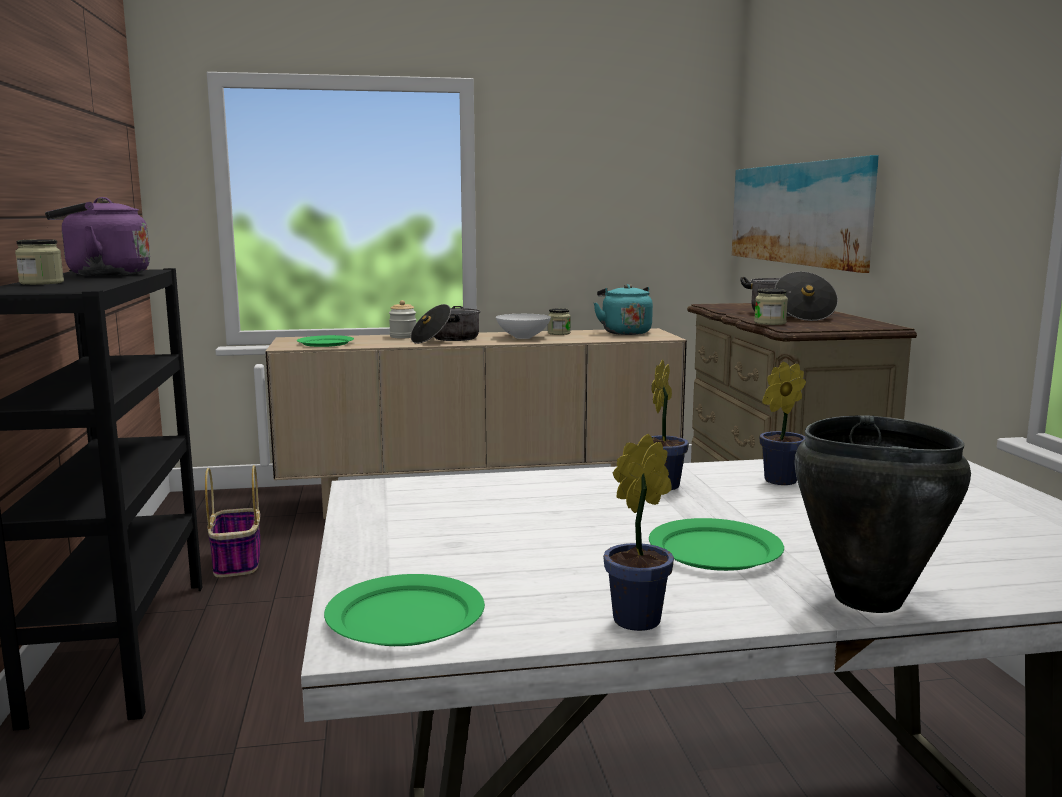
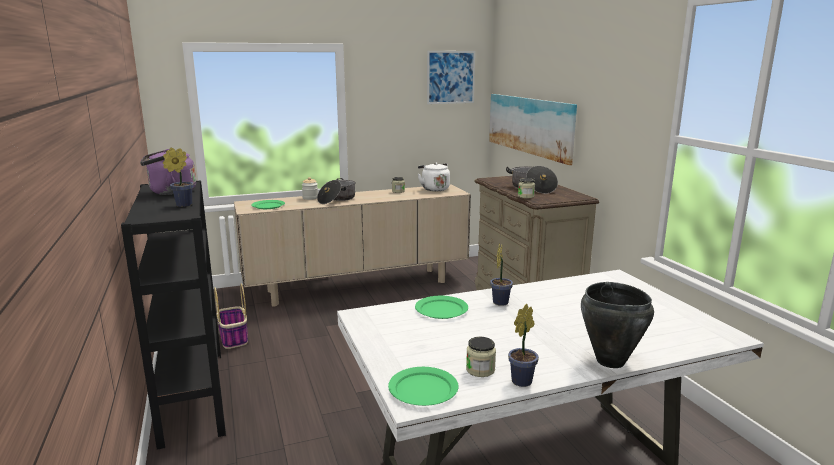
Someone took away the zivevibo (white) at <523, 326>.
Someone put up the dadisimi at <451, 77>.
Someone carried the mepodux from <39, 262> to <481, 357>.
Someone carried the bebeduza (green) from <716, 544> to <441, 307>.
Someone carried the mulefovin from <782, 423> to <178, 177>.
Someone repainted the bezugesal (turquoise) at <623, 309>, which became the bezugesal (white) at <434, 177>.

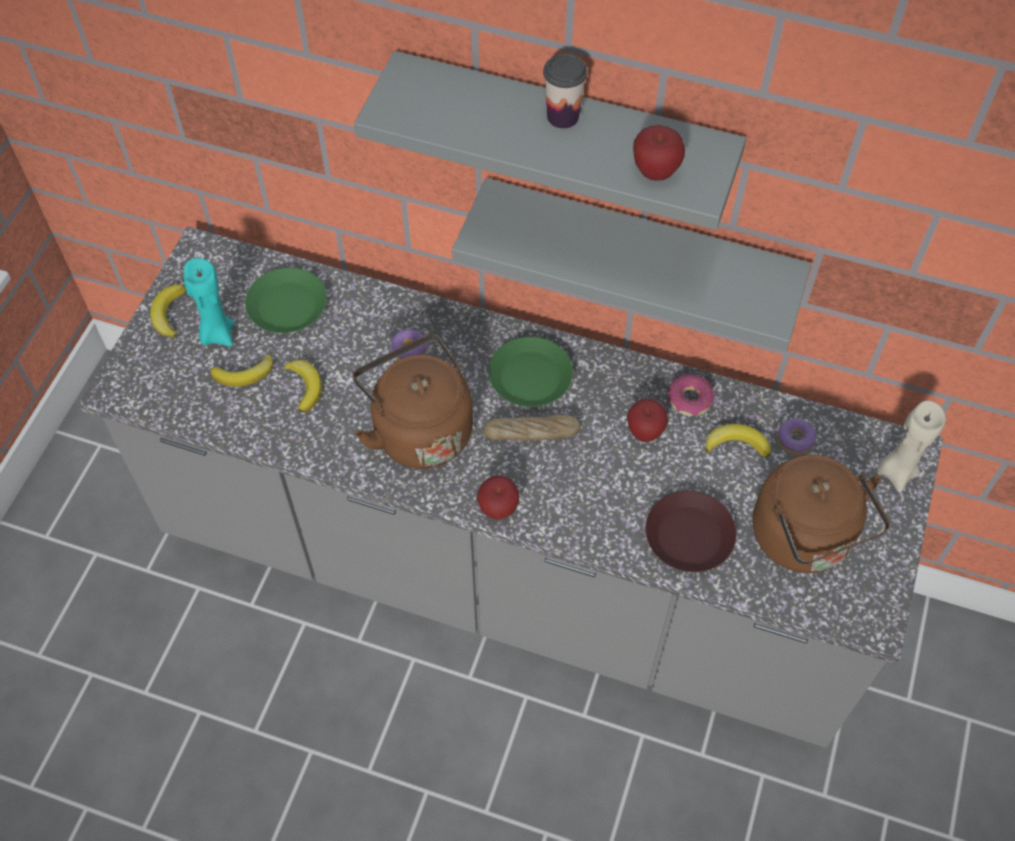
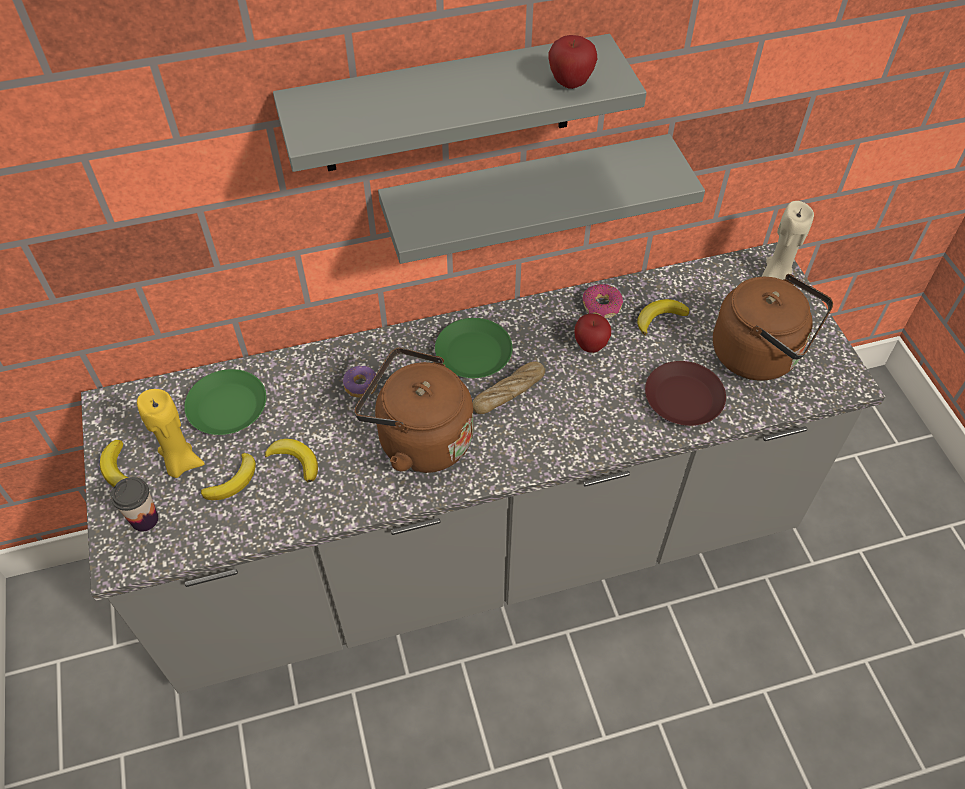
Someone took away the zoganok at <498, 497>.
Someone took away the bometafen at <796, 437>.
Someone carried the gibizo from <565, 90> to <134, 504>.
Someone repainted the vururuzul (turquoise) at <209, 302>, which became the vururuzul (yellow) at <171, 433>.

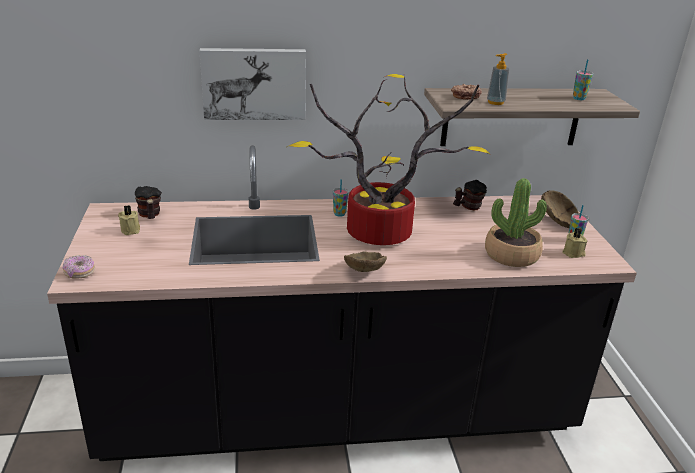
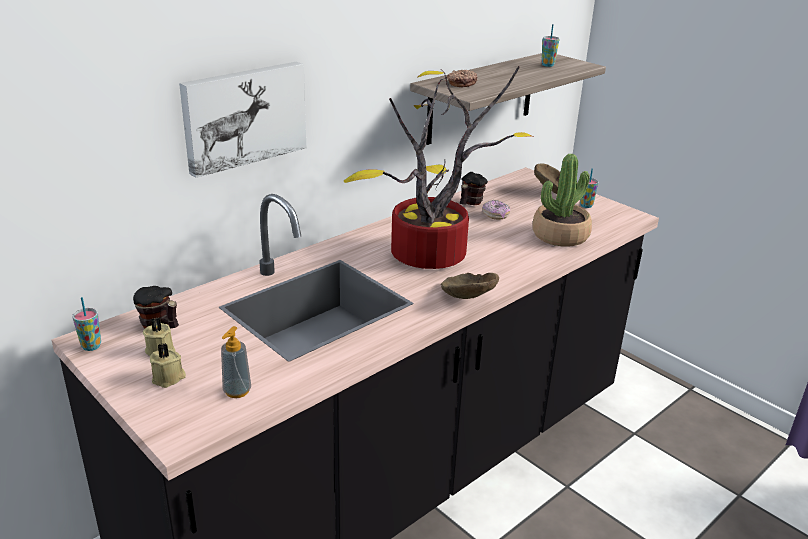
Someone carried the bometafen from <79, 267> to <496, 210>.
Someone carried the gibizo from <341, 198> to <86, 324>.
Someone carried the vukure from <498, 79> to <236, 362>.
Someone carried the vururuzul (beige) from <574, 243> to <168, 365>.

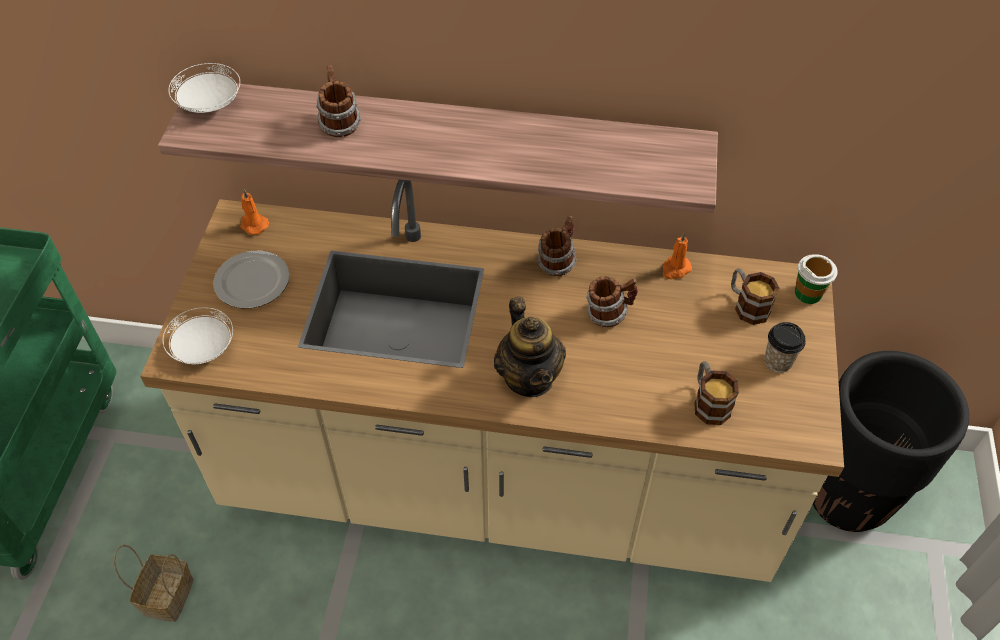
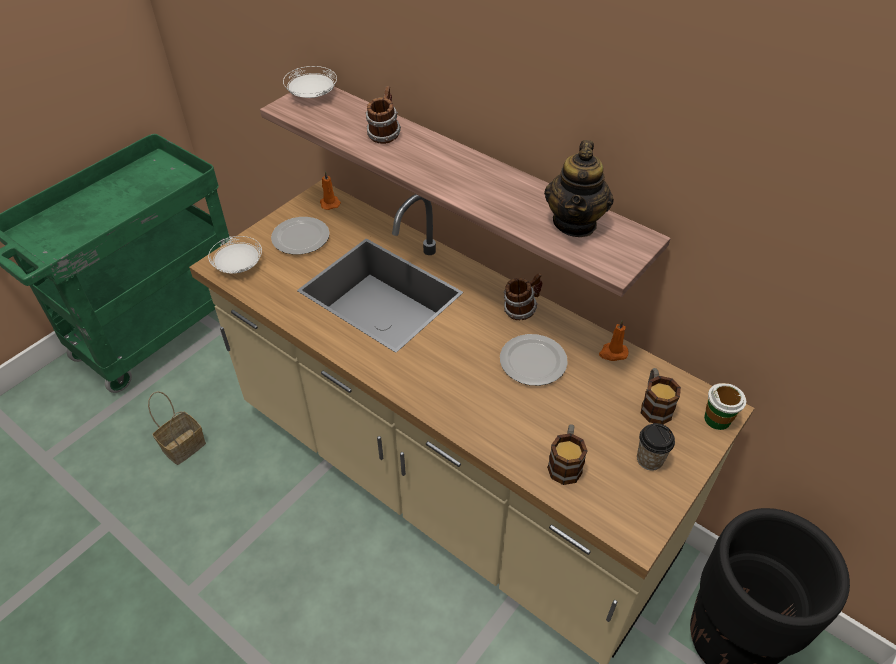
Someone carried the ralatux from <530, 347> to <579, 188>.
Someone swapped the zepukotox at <612, 301> for the bebeduza at <534, 360>.

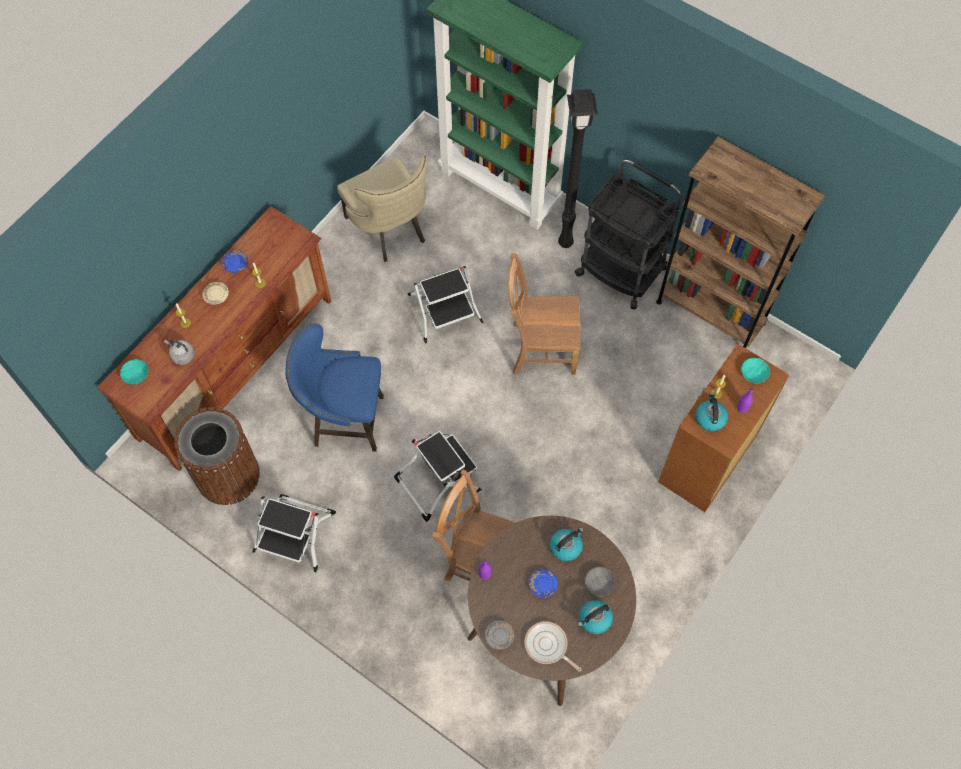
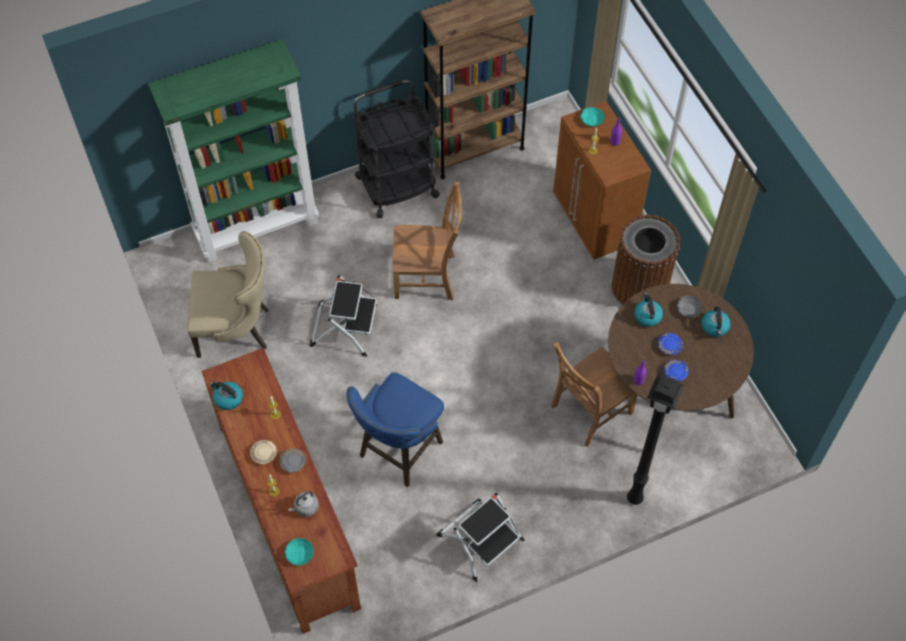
Someone took away the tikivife at <438, 476>.
Someone took away the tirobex at <553, 646>.
Someone carried the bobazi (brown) from <217, 456> to <646, 260>.
Someone carried the bebeduza (blue) from <235, 262> to <676, 371>.
Someone carried the bebeduza (grey) from <499, 635> to <292, 460>.
Someone carried the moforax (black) from <578, 168> to <655, 439>.
Someone carried the bezugesal from <711, 411> to <226, 395>.
Someone rotated the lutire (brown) at <544, 314> by 120 degrees counterclockwise.

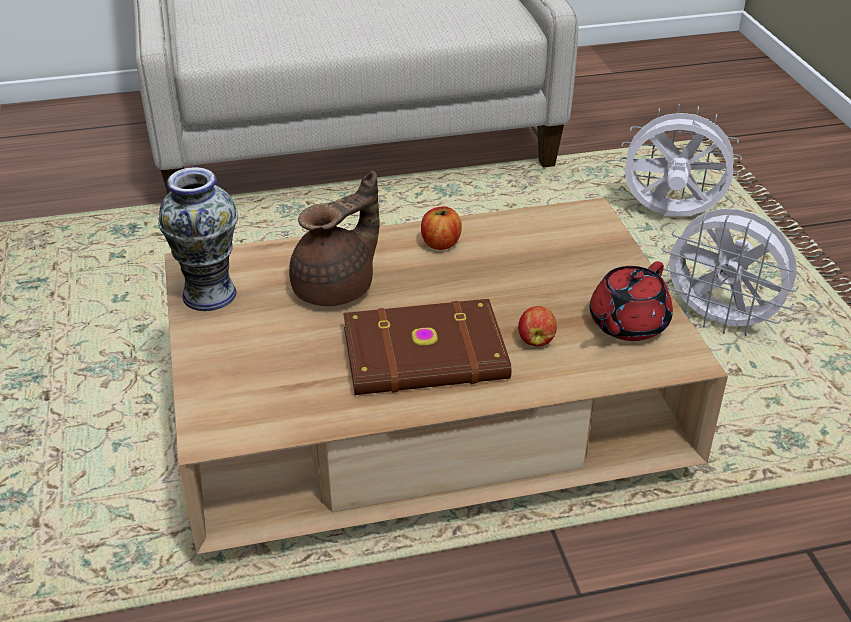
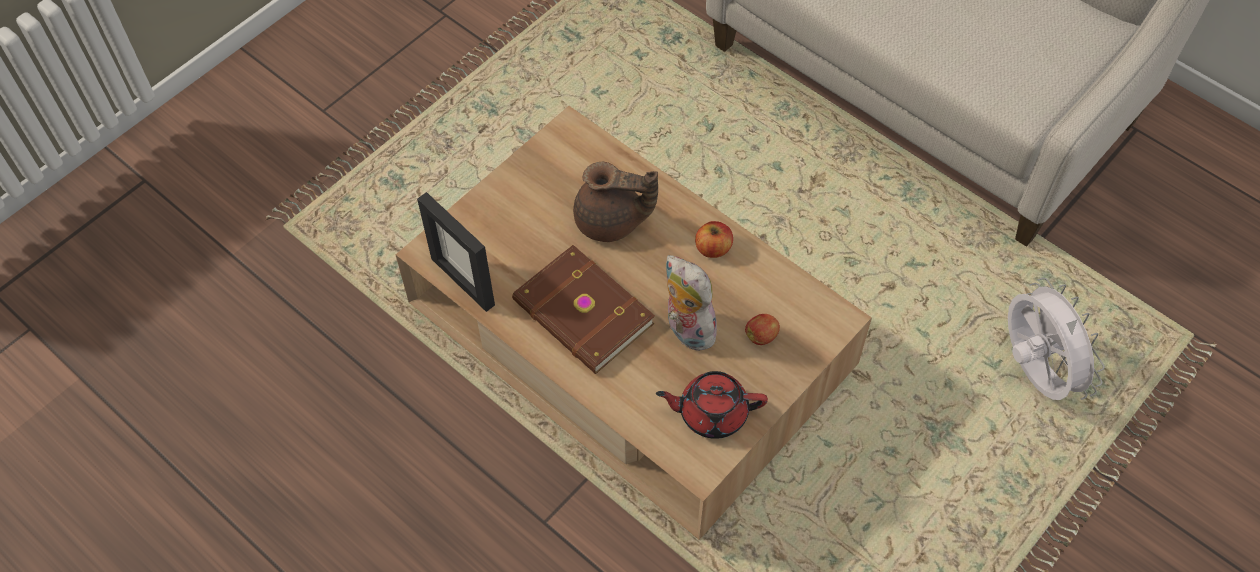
Someone took away the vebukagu at <198, 239>.
Someone took away the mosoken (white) at <730, 272>.
Someone put down the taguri at <456, 252>.
Someone put down the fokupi at <693, 303>.
Someone carried the zoganok from <537, 326> to <762, 329>.

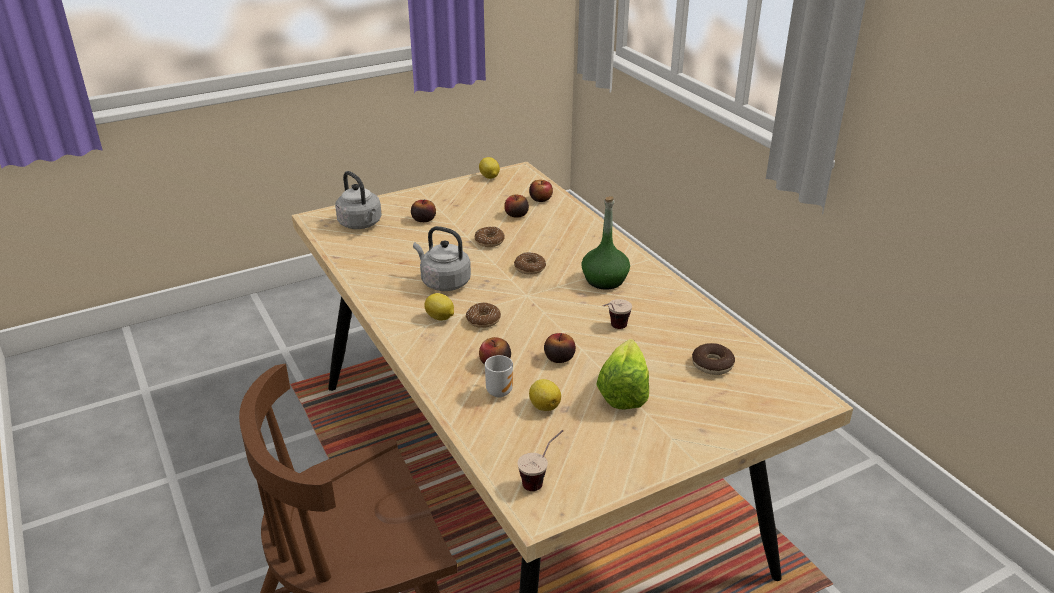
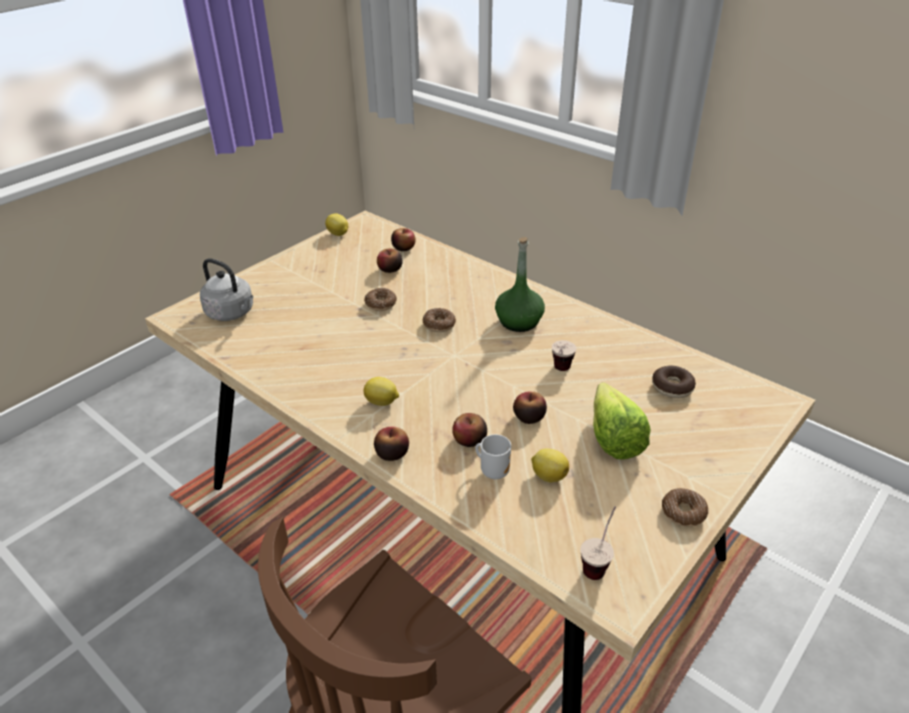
Someone took away the bezugesal (grey) at <442, 258>.
Someone carried the zoganok from <423, 210> to <391, 444>.
Someone carried the bometafen from <483, 315> to <685, 507>.

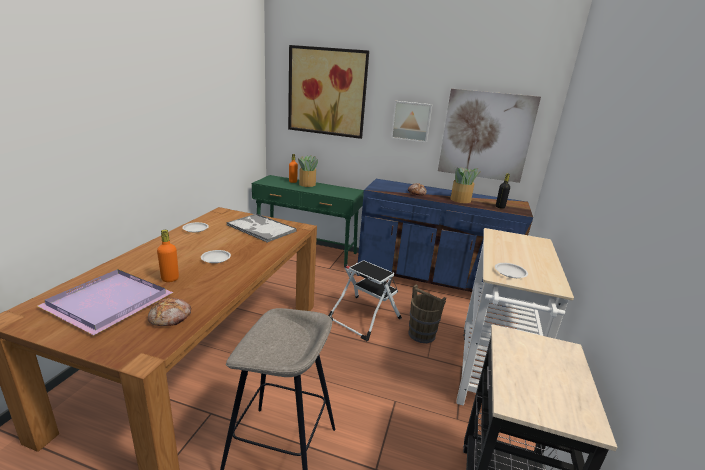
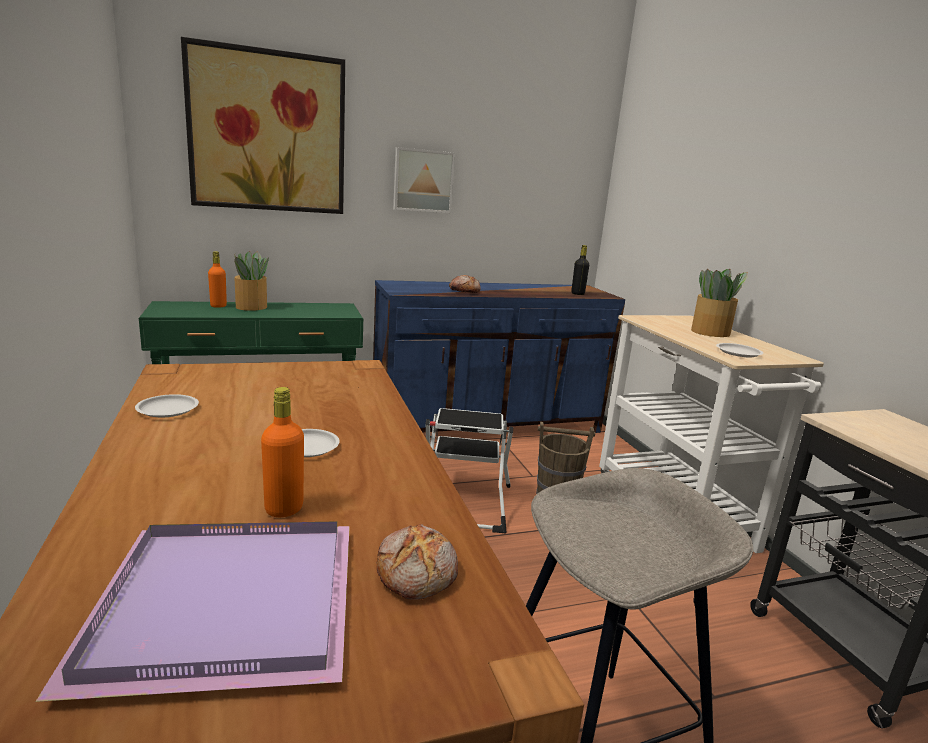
Someone took away the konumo at <261, 228>.
Someone took away the dadisimi at <489, 136>.
Someone carried the mulefovin from <465, 185> to <719, 303>.

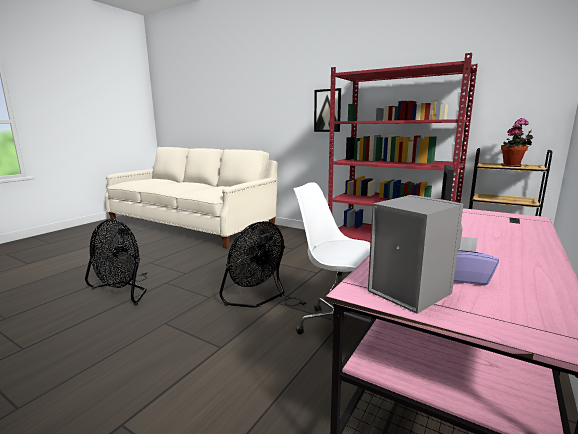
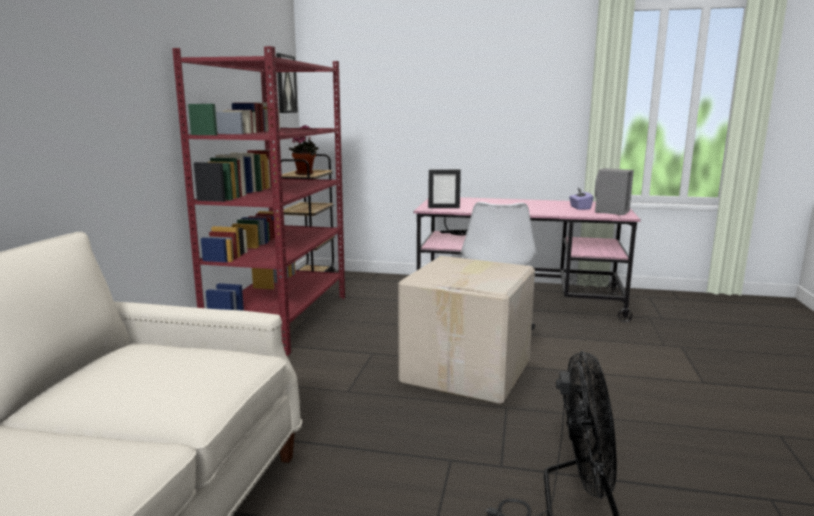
Someone carried the dadisimi from <327, 110> to <287, 83>.
Someone swapped the mosoken (black) at <263, 264> for the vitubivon at <466, 330>.

